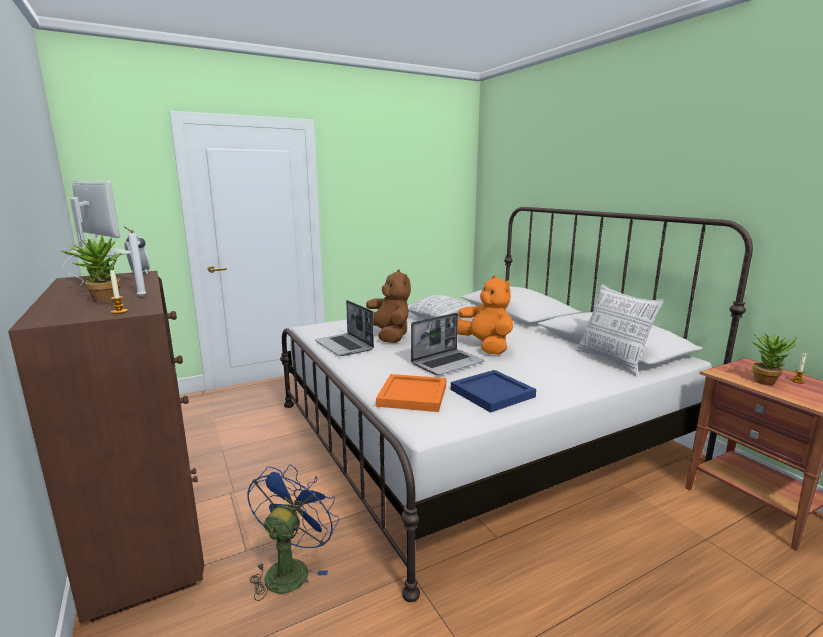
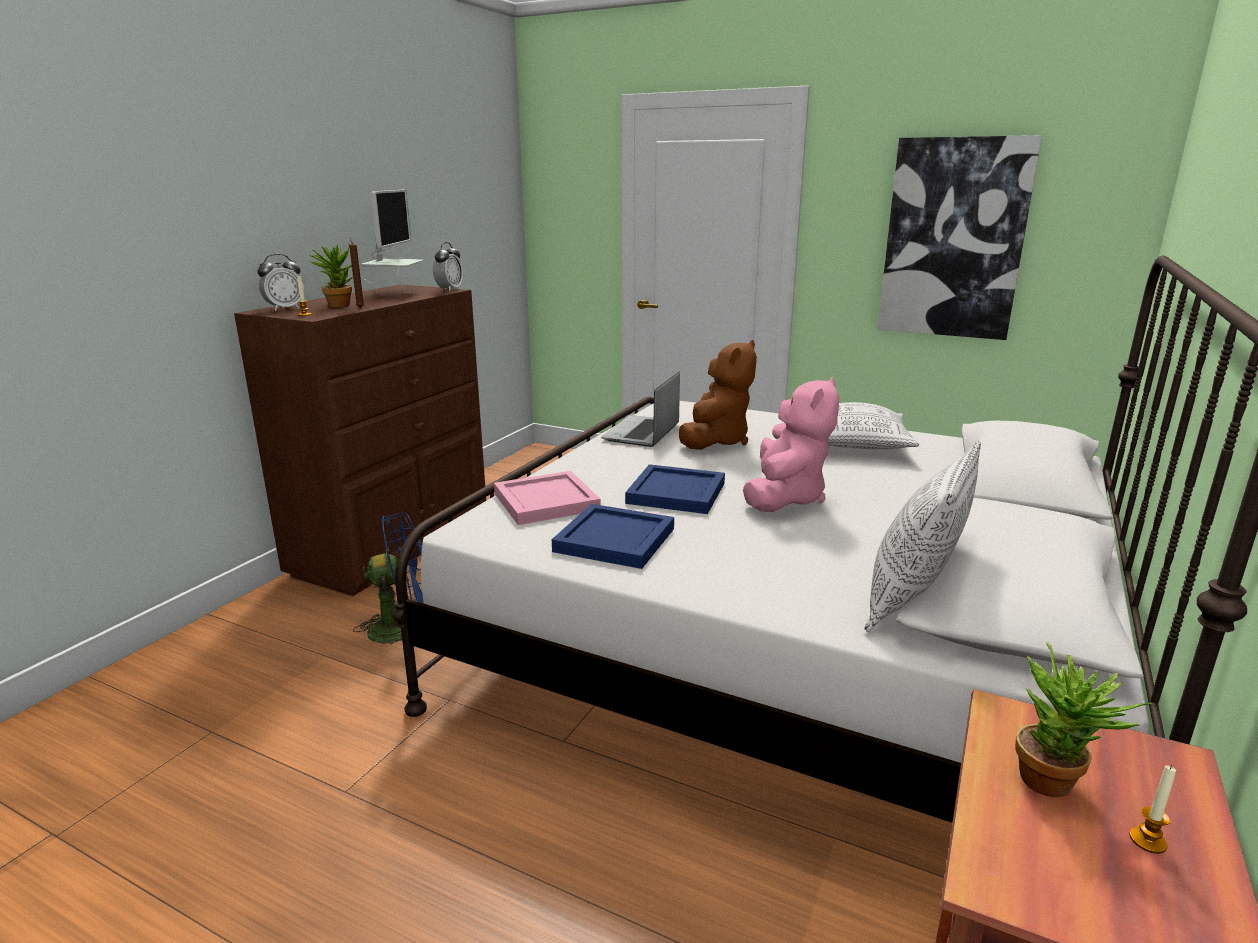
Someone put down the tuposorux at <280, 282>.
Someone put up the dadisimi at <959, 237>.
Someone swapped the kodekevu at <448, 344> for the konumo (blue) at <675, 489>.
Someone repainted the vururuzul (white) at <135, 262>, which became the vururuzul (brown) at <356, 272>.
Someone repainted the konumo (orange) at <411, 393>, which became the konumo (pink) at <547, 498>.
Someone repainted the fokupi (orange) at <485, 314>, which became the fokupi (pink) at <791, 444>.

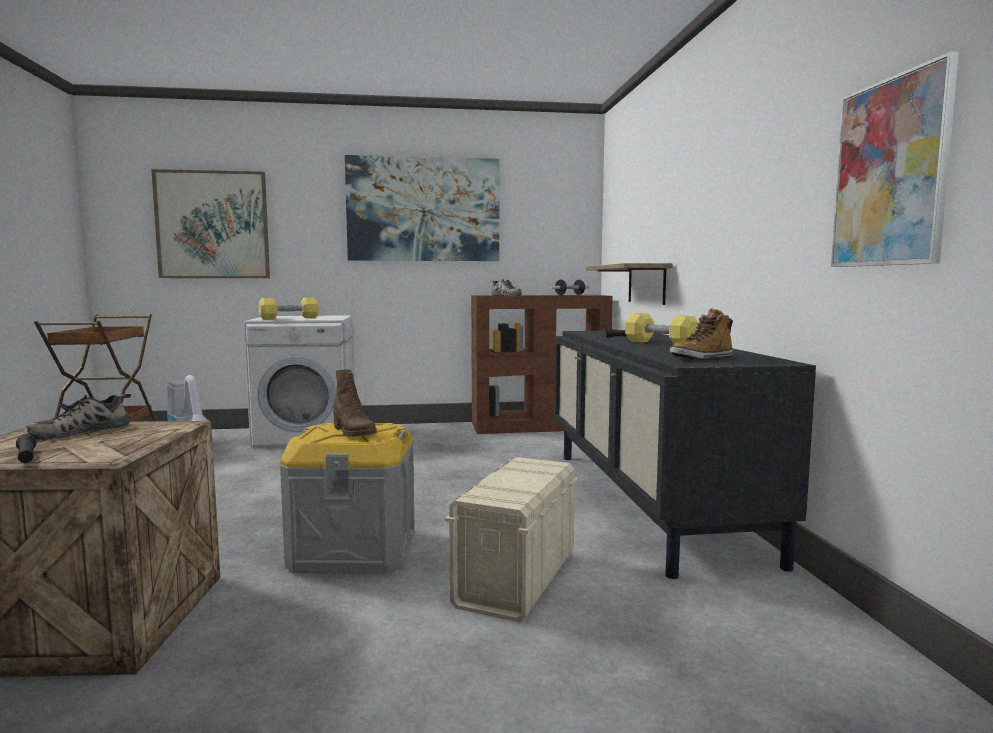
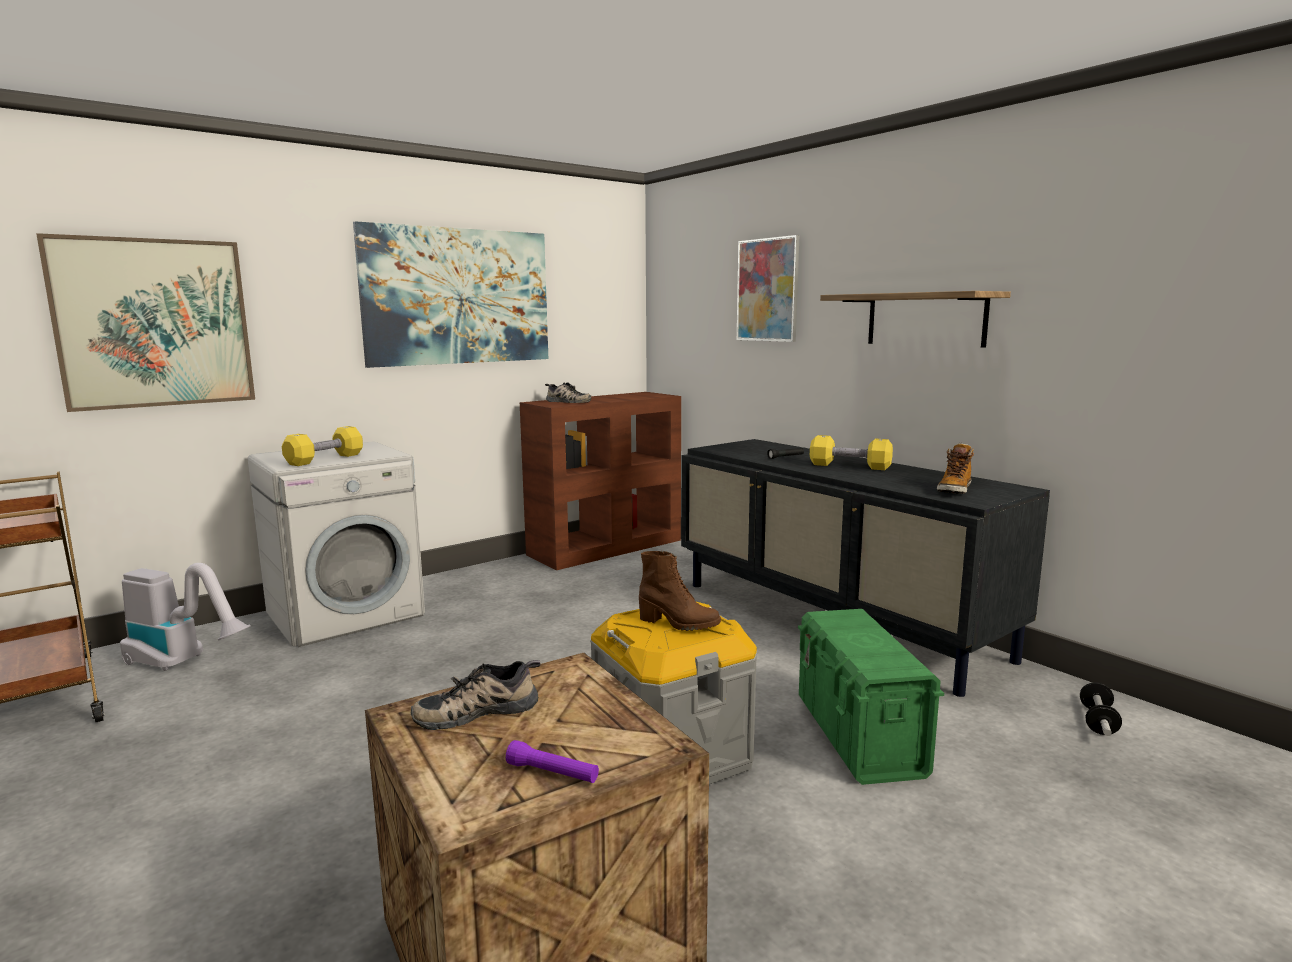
Someone carried the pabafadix from <569, 287> to <1101, 709>.
Someone carried the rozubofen from <629, 284> to <915, 319>.
Someone carried the dadisimi from <895, 159> to <768, 288>.
Someone repainted the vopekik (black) at <26, 448>, which became the vopekik (purple) at <552, 761>.
Someone repainted the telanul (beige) at <511, 539>, which became the telanul (green) at <871, 697>.
Someone rotated the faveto at <79, 416> by 60 degrees clockwise.

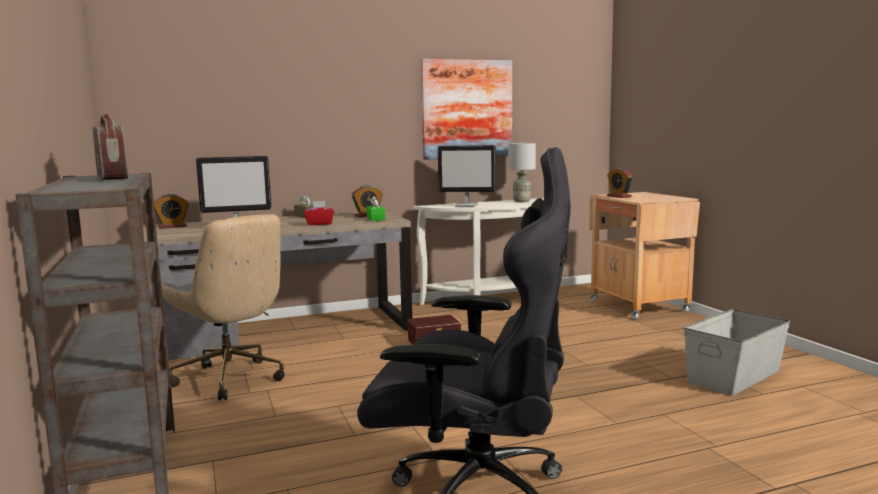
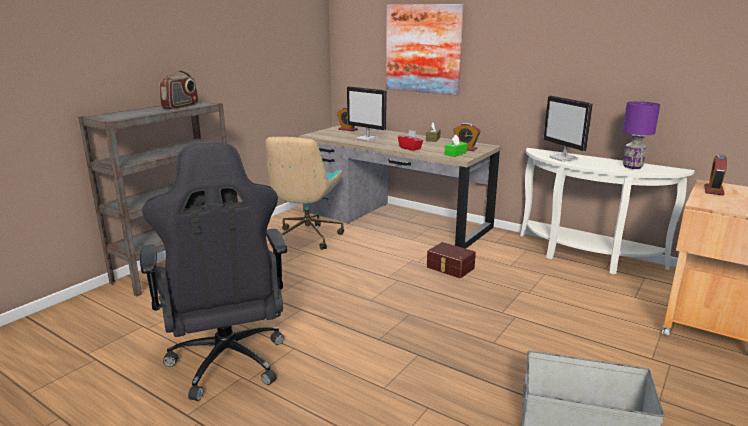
Someone carried the dadisimi from <466, 109> to <425, 49>.
Someone repainted the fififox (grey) at <223, 307>, which became the fififox (turquoise) at <304, 193>.
Someone repainted the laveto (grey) at <522, 172>, which became the laveto (purple) at <641, 135>.

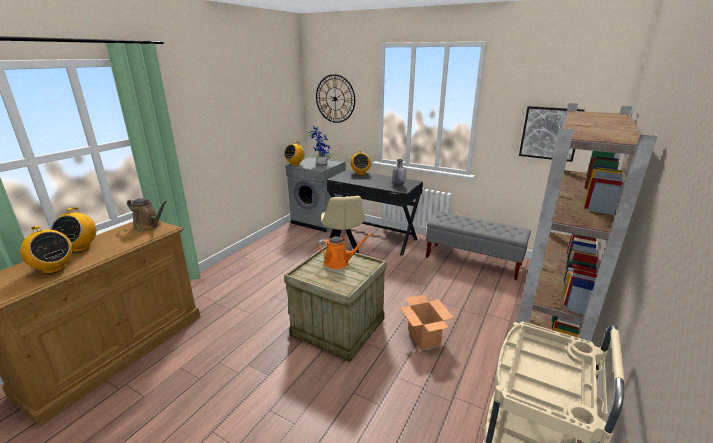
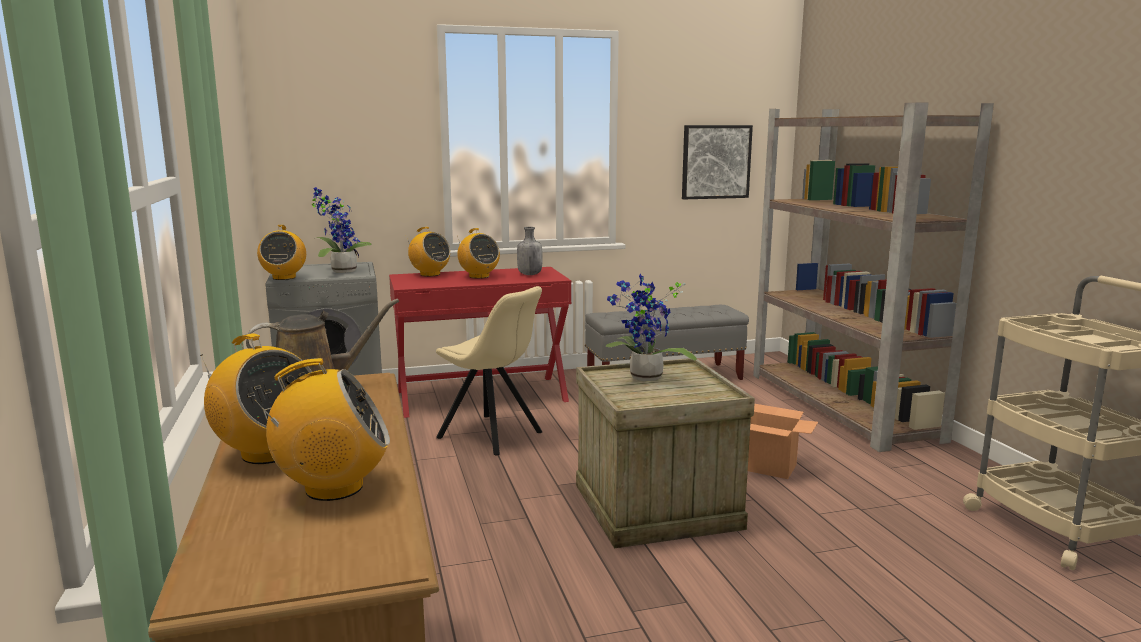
Someone took away the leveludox at <335, 98>.
Someone put down the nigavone at <478, 253>.
Someone swapped the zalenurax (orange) at <344, 251> for the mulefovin at <651, 327>.
Someone repainted the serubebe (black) at <375, 213>, which became the serubebe (red) at <480, 342>.

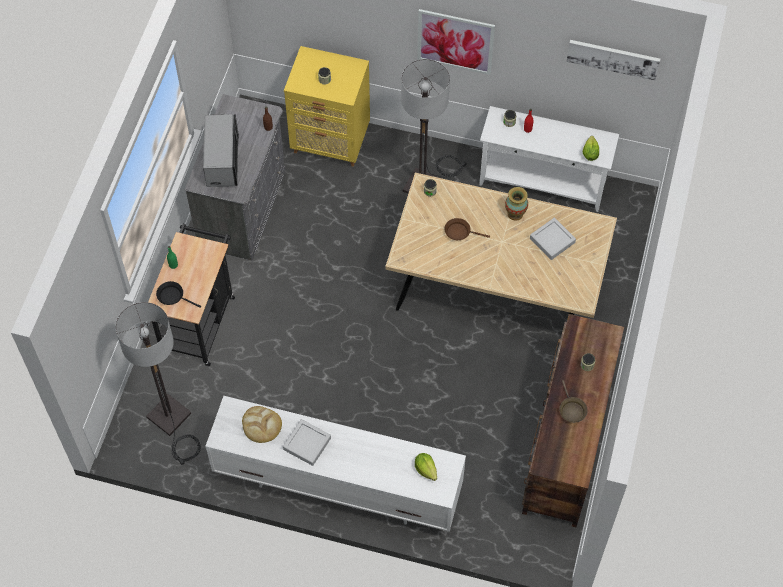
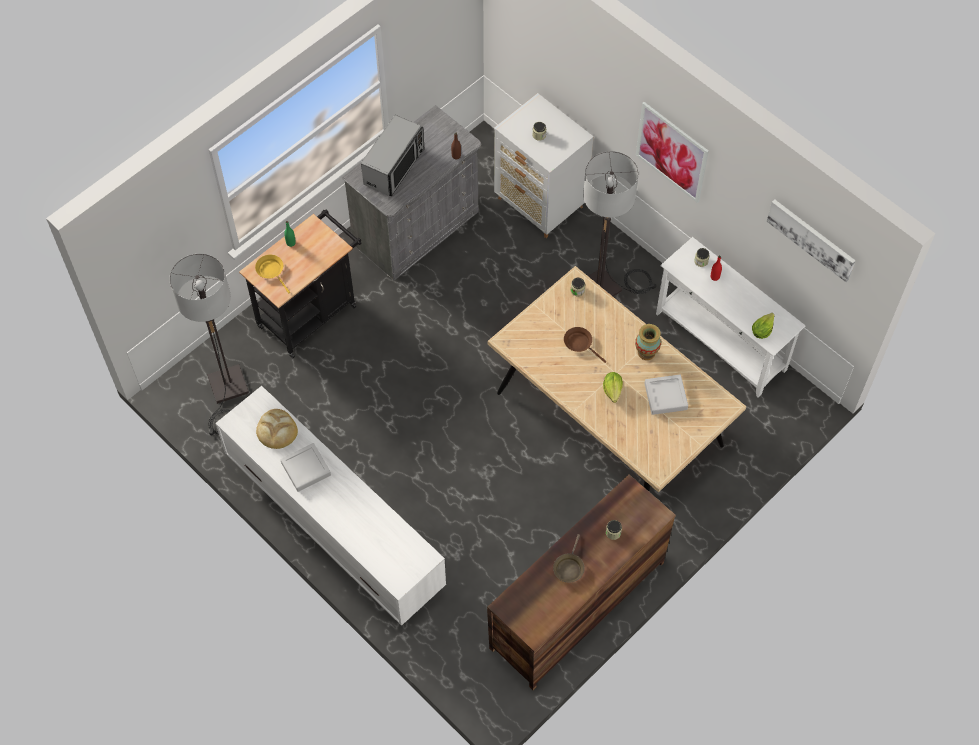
Someone carried the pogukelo from <426, 467> to <613, 387>.
Someone repainted the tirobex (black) at <178, 294>, which became the tirobex (yellow) at <272, 274>.
Someone repainted the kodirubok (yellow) at <327, 106>, which became the kodirubok (white) at <544, 165>.

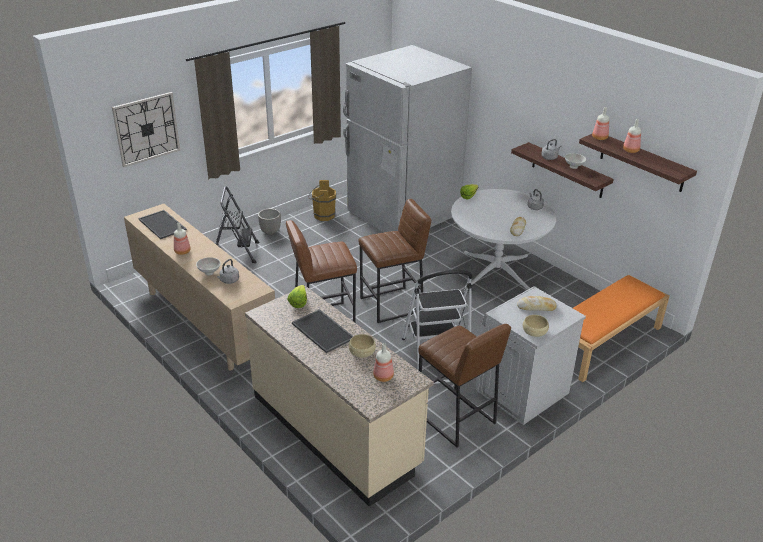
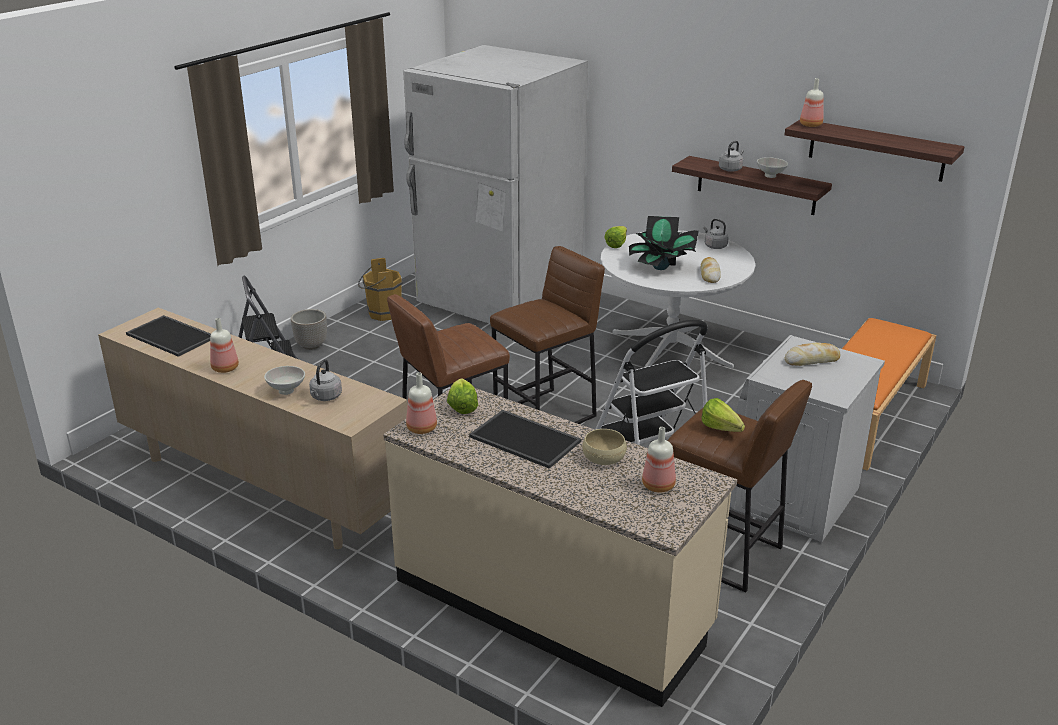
Someone took away the leveludox at <146, 129>.
Someone took away the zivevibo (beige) at <536, 326>.
Someone put down the mulefovin at <664, 243>.
Someone put down the pogukelo at <723, 415>.
Someone carried the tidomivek from <632, 136> to <421, 403>.

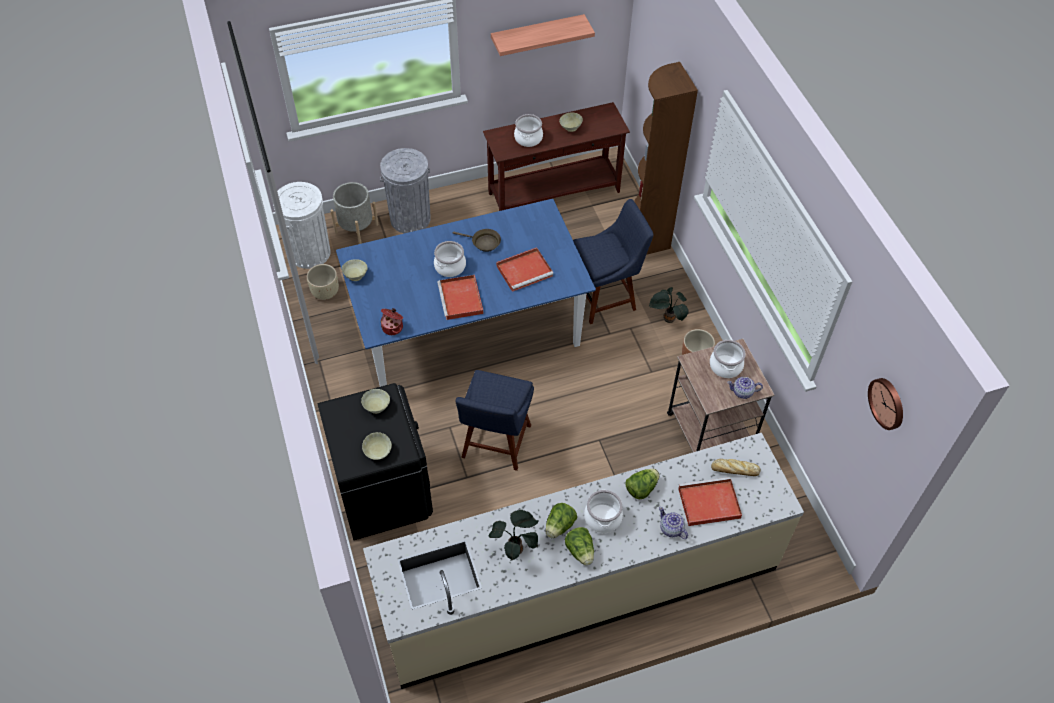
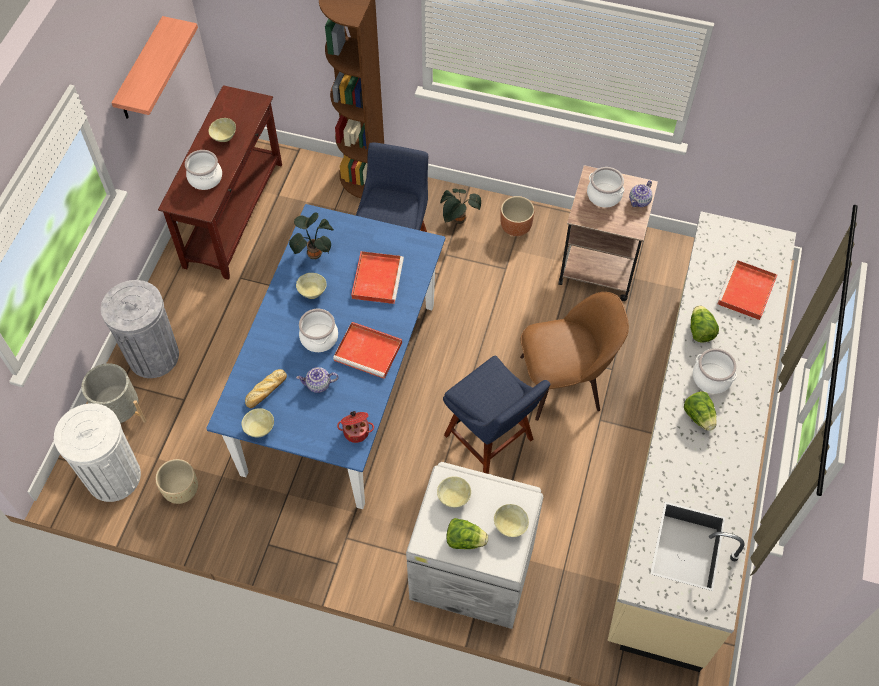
Someone took away the leveludox at <885, 404>.
Someone put down the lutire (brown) at <574, 356>.
Someone carried the mulefovin from <514, 535> to <311, 235>.
Someone carried the pogukelo from <579, 546> to <467, 533>.
Someone carried the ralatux from <673, 523> to <317, 380>.
Someone carried the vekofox from <736, 467> to <266, 388>.
Someone swapped the tirobex (brown) at <477, 240> for the zivevibo (beige) at <311, 286>.
Someone repainted the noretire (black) at <375, 461>, which became the noretire (white) at <474, 545>.

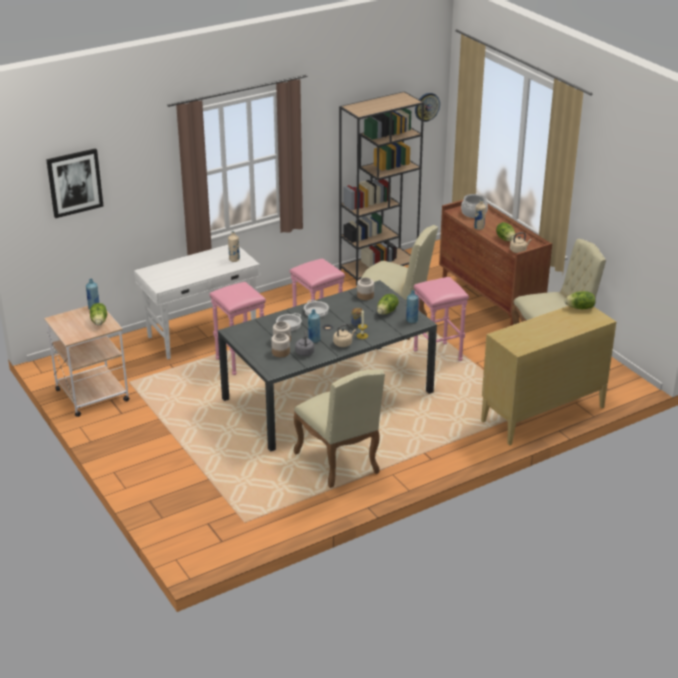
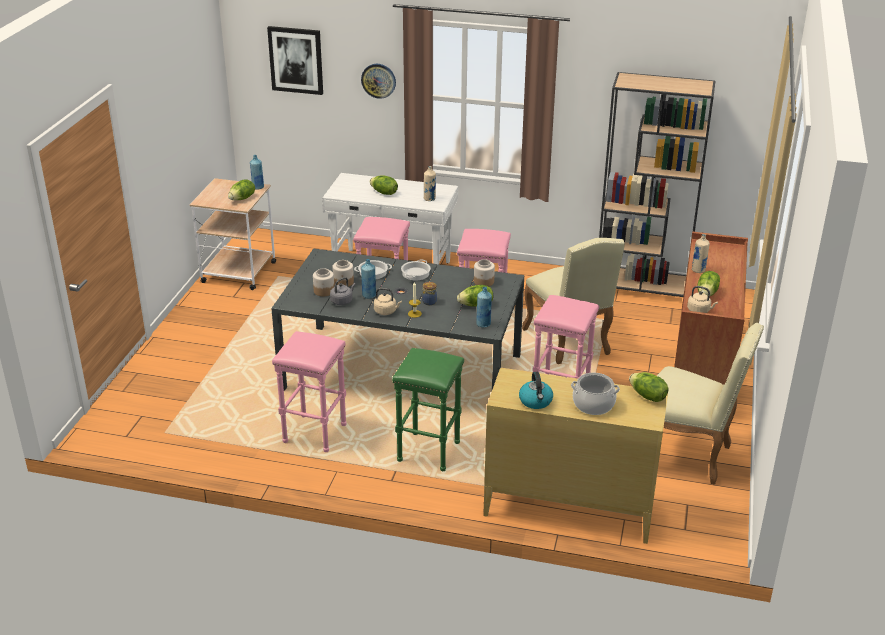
Someone put down the pogukelo at <384, 185>.
Someone put down the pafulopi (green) at <428, 409>.
Someone put down the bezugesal at <536, 390>.
Someone carried the leveludox from <427, 107> to <378, 81>.
Someone carried the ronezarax from <474, 206> to <595, 394>.
Someone swapped the lutire (beige) at <339, 429> for the pafulopi (pink) at <309, 391>.

